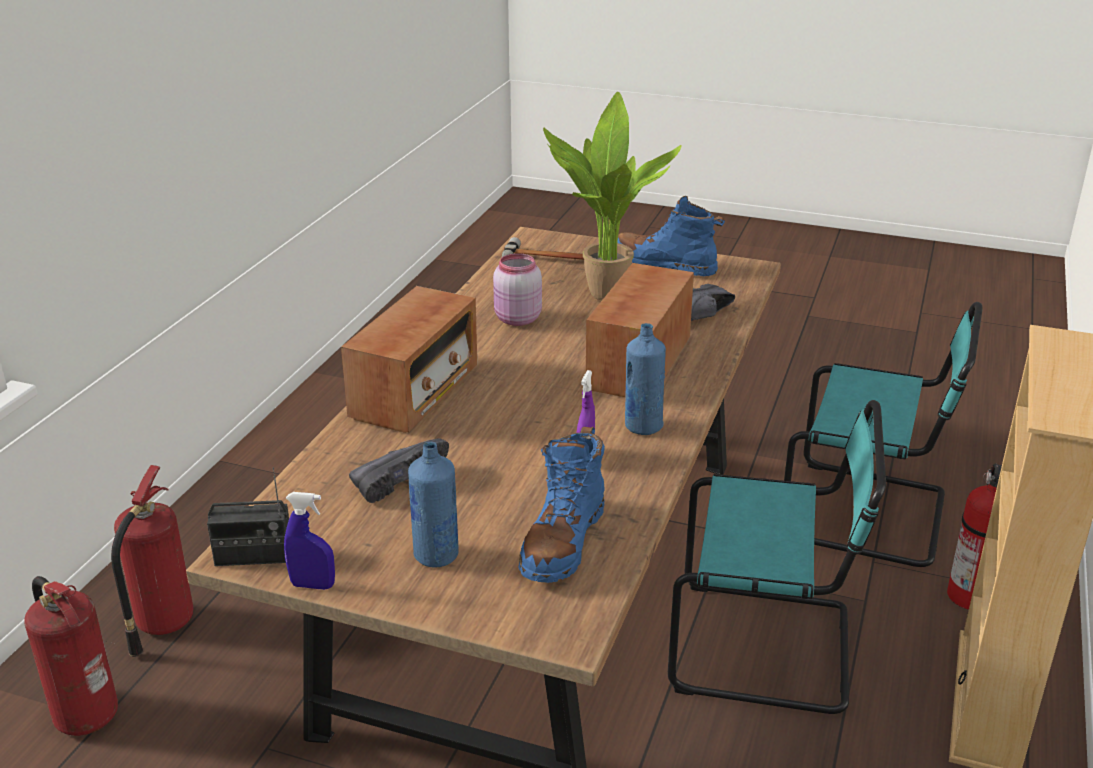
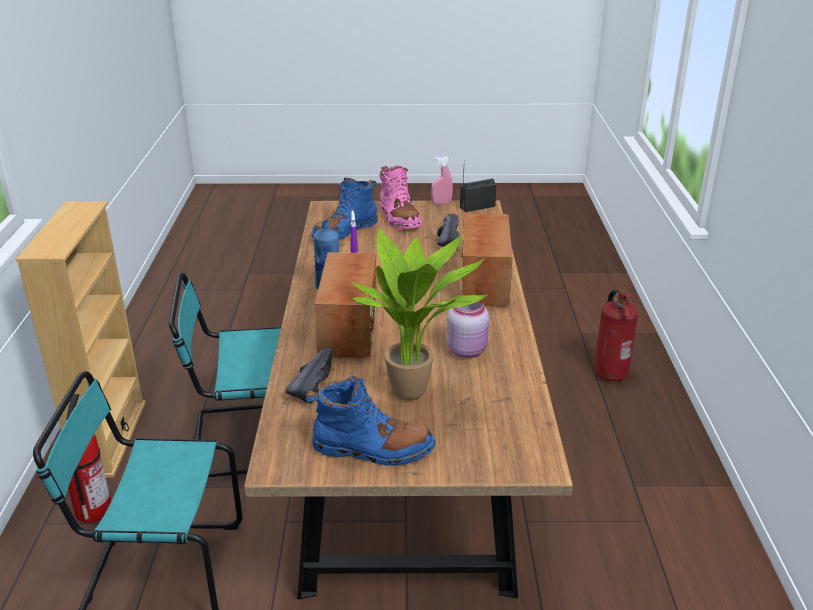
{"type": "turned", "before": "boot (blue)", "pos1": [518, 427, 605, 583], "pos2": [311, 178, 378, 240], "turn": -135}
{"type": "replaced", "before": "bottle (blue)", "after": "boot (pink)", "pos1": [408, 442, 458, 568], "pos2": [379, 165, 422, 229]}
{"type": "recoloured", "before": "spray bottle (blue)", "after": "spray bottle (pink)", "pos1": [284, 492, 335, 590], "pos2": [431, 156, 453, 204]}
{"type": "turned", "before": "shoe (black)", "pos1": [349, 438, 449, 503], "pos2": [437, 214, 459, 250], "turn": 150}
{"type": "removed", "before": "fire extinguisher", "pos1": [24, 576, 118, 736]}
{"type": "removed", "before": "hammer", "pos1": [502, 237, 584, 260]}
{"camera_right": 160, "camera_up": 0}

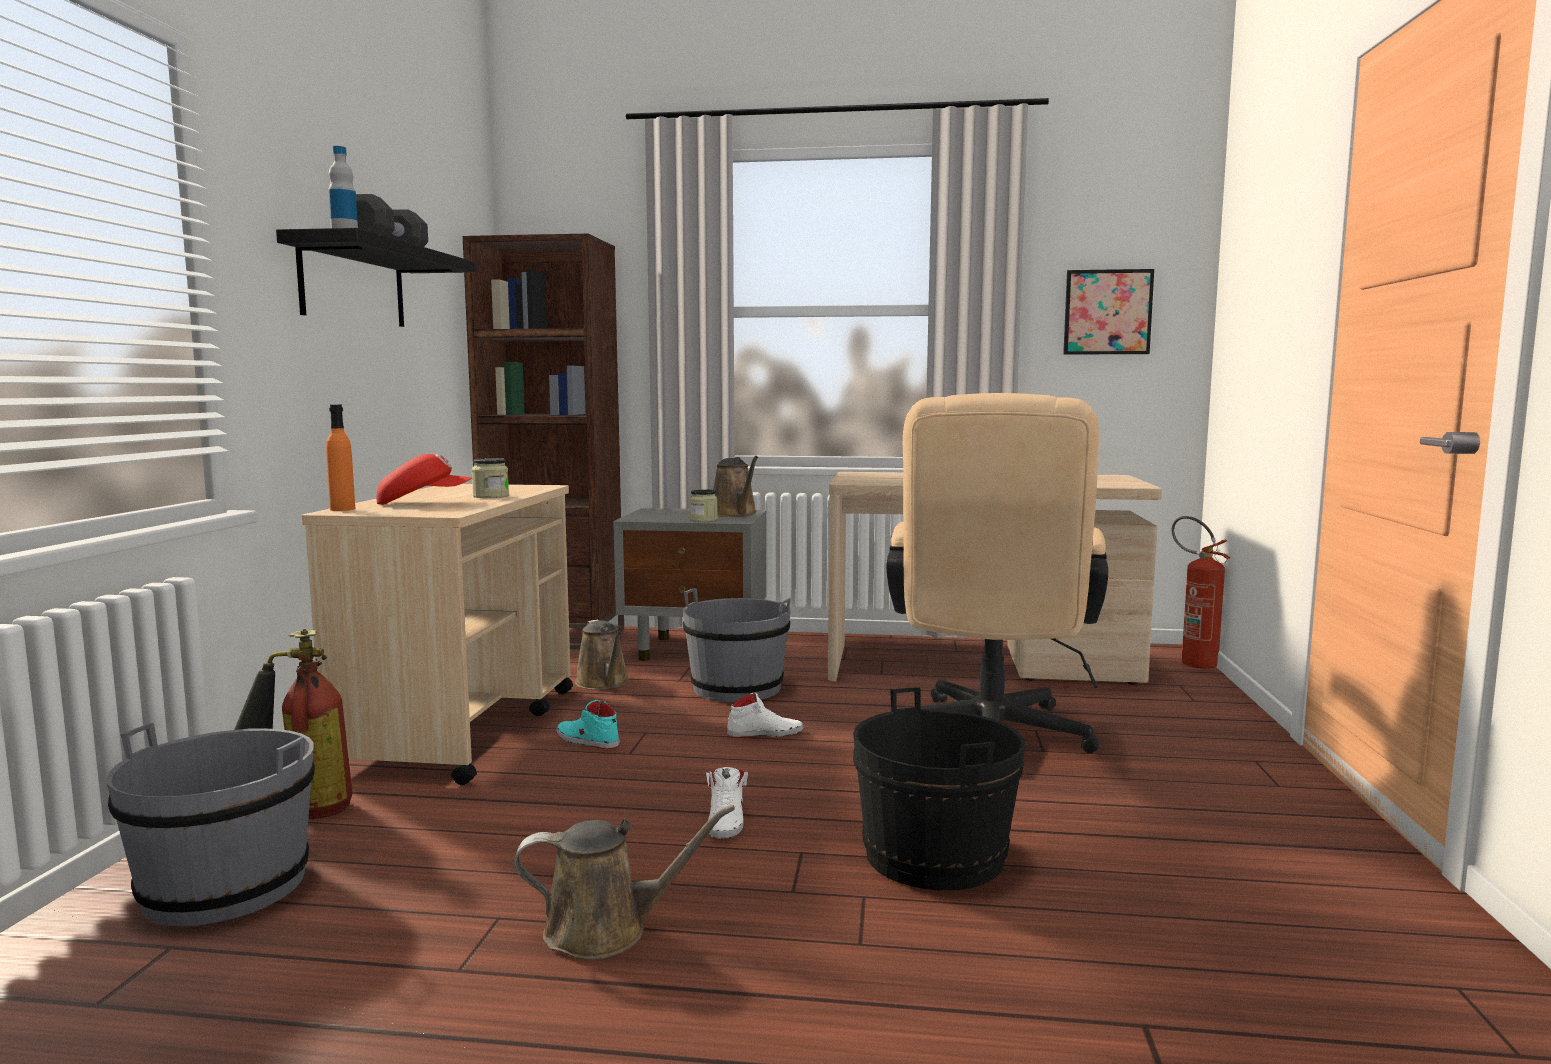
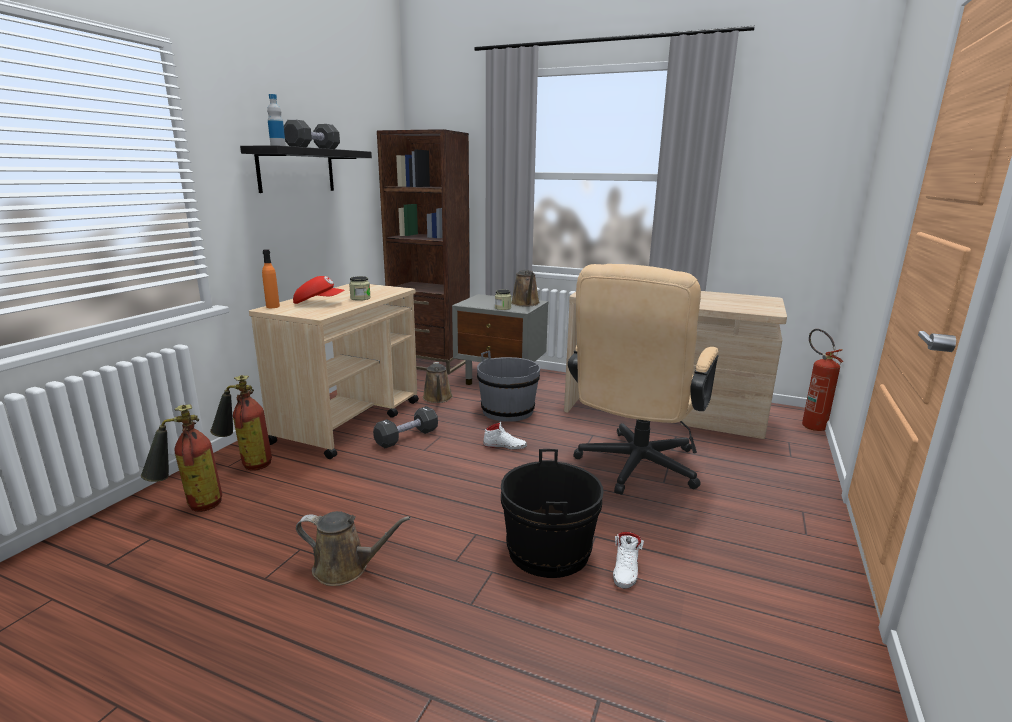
{"type": "replaced", "before": "bucket (grey)", "after": "fire extinguisher", "pos1": [106, 723, 315, 926], "pos2": [141, 404, 222, 512]}
{"type": "replaced", "before": "shoe (turquoise)", "after": "dumbbell (black)", "pos1": [557, 700, 620, 749], "pos2": [373, 406, 438, 448]}
{"type": "moved", "before": "shoe (white)", "pos1": [706, 767, 748, 839], "pos2": [613, 532, 644, 589]}
{"type": "removed", "before": "picture", "pos1": [1063, 269, 1154, 355]}
{"camera_right": 15, "camera_up": 10}

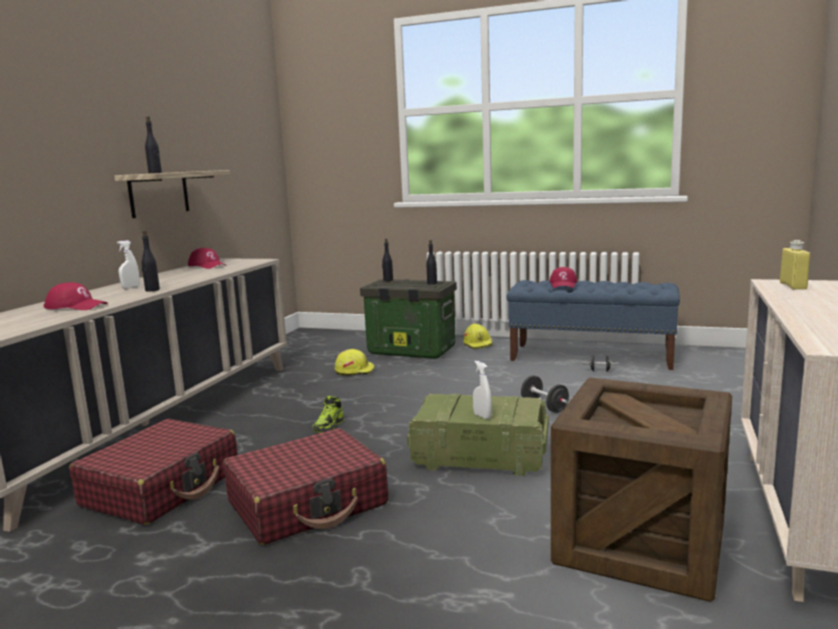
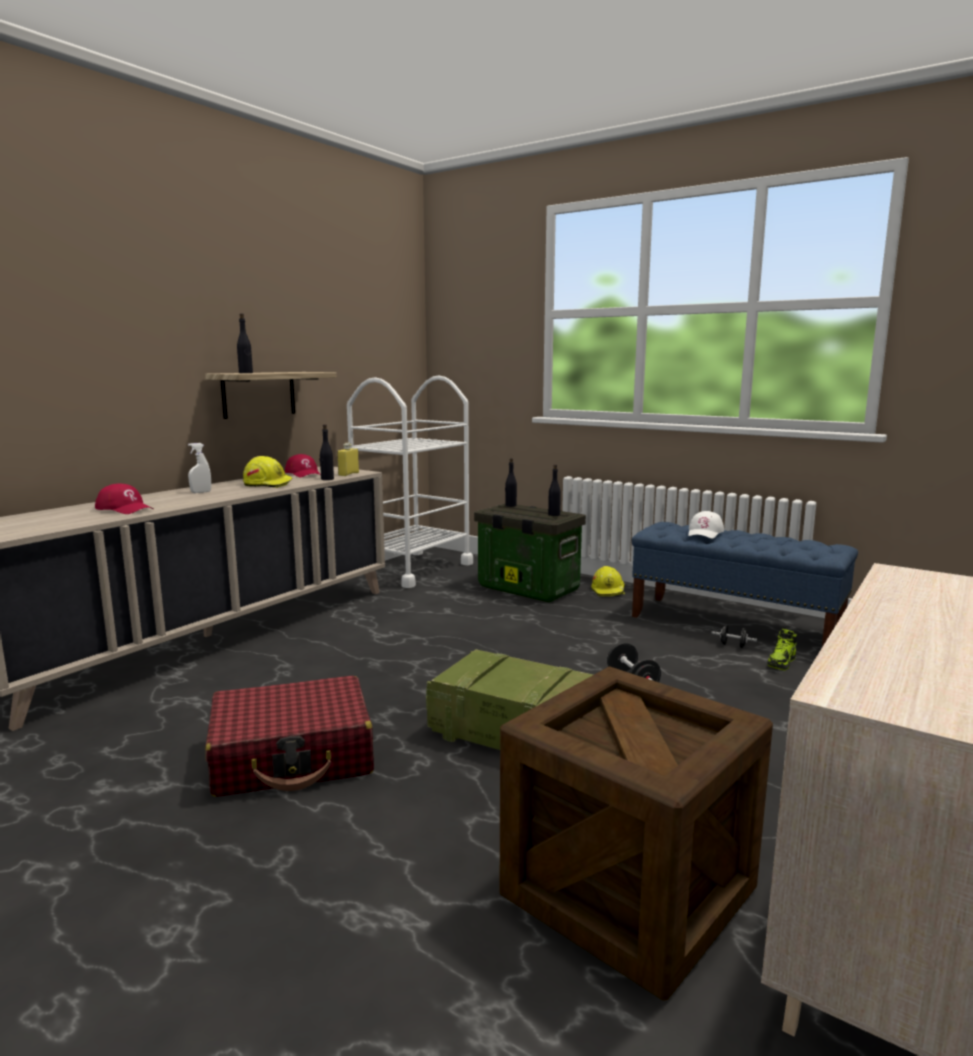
{"type": "moved", "before": "hard hat (yellow)", "pos1": [335, 349, 375, 375], "pos2": [243, 456, 293, 488]}
{"type": "moved", "before": "bottle (black)", "pos1": [142, 230, 160, 292], "pos2": [320, 424, 334, 480]}
{"type": "moved", "before": "bottle (yellow)", "pos1": [780, 240, 810, 290], "pos2": [337, 443, 359, 476]}
{"type": "added", "after": "cart (white)", "pos2": [347, 376, 473, 588]}
{"type": "recoloured", "before": "cap (red)", "after": "cap (white)", "pos1": [549, 267, 578, 288], "pos2": [688, 511, 724, 539]}
{"type": "moved", "before": "shoe", "pos1": [313, 396, 344, 433], "pos2": [767, 629, 797, 670]}
{"type": "removed", "before": "suitcase (red)", "pos1": [69, 419, 238, 525]}
{"type": "removed", "before": "spray bottle (white)", "pos1": [473, 361, 492, 419]}
{"camera_right": 15, "camera_up": 0}

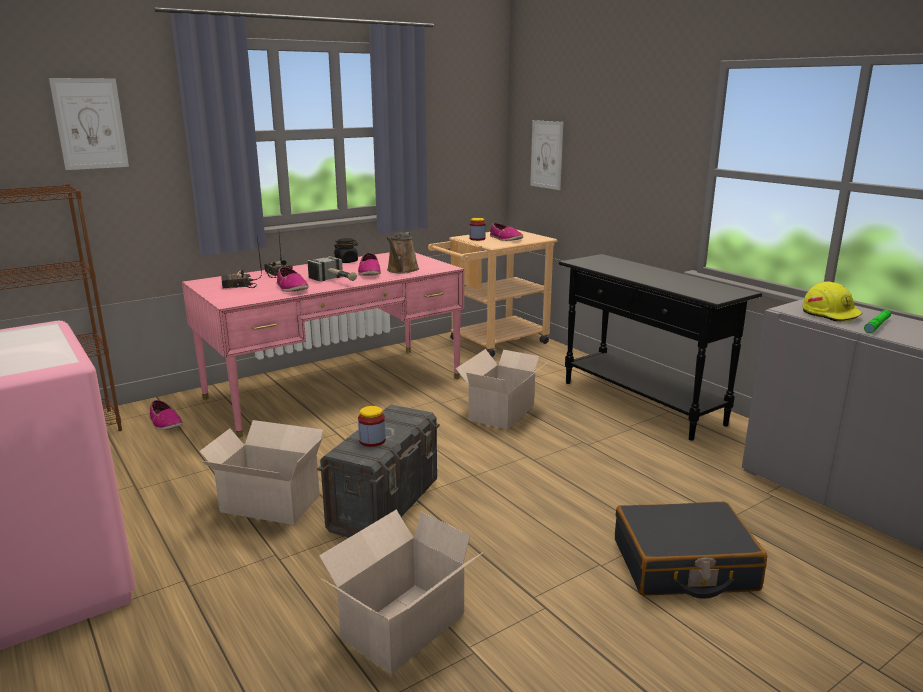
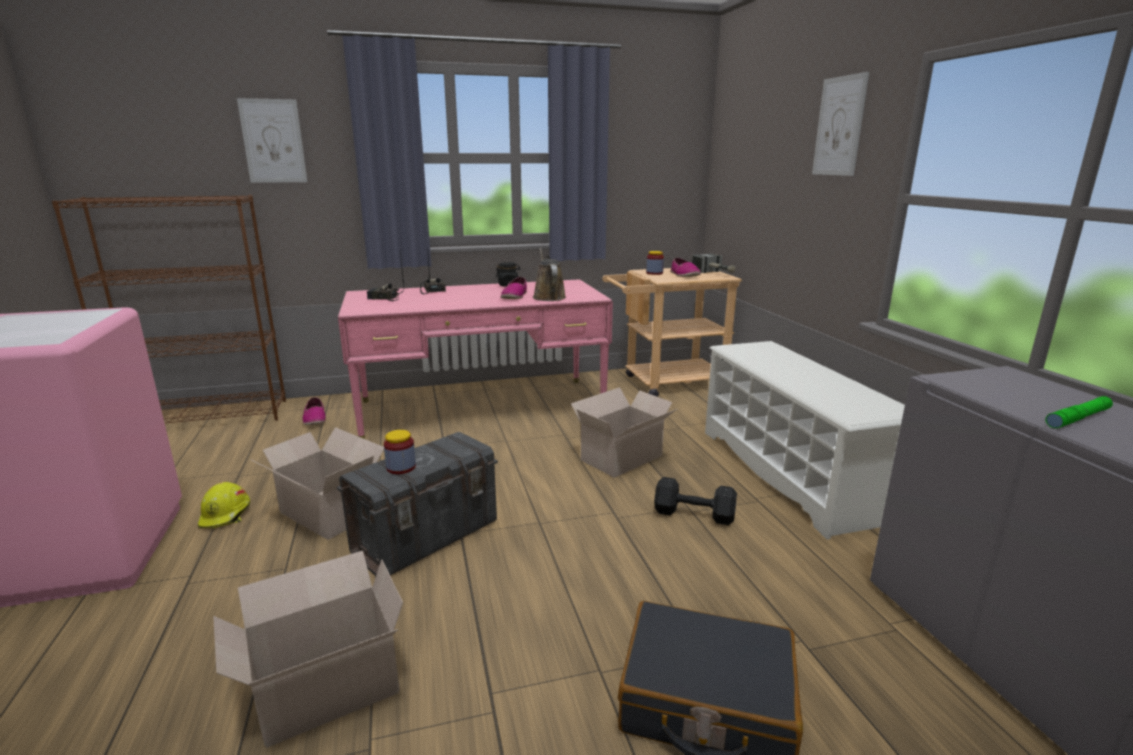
{"type": "moved", "before": "hard hat (yellow)", "pos1": [803, 281, 863, 322], "pos2": [198, 482, 250, 528]}
{"type": "turned", "before": "watering can (brown)", "pos1": [387, 232, 419, 274], "pos2": [533, 248, 566, 301], "turn": 135}
{"type": "added", "after": "dumbbell (black)", "pos2": [654, 477, 737, 525]}
{"type": "moved", "before": "hammer", "pos1": [307, 256, 357, 282], "pos2": [692, 253, 736, 273]}
{"type": "replaced", "before": "console table (black)", "after": "shoe rack (white)", "pos1": [559, 254, 762, 441], "pos2": [705, 341, 905, 540]}
{"type": "moved", "before": "picture", "pos1": [530, 120, 563, 190], "pos2": [812, 72, 869, 176]}
{"type": "removed", "before": "shoe", "pos1": [277, 267, 309, 292]}
{"camera_right": 20, "camera_up": 0}

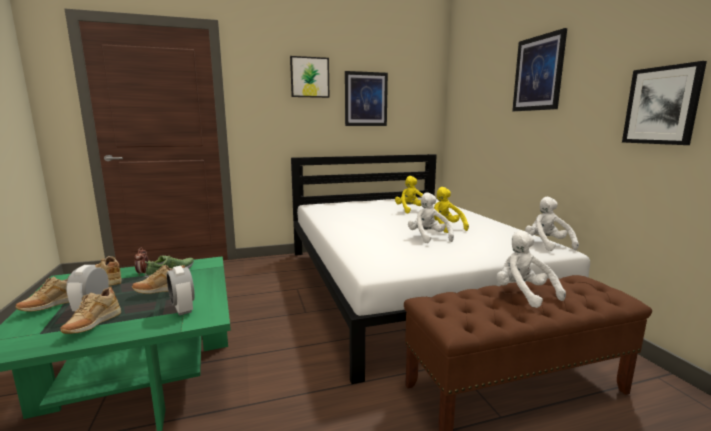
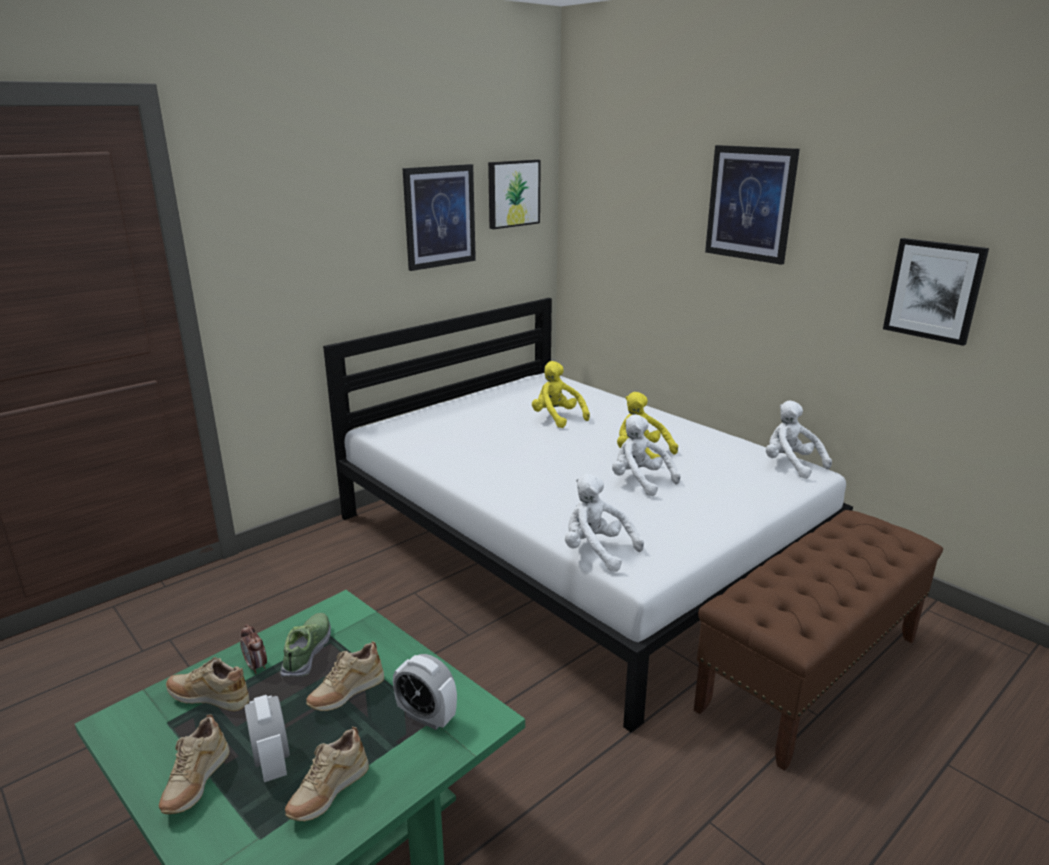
{"type": "turned", "before": "shoe (beige)", "pos1": [60, 287, 121, 334], "pos2": [285, 727, 369, 822], "turn": 45}
{"type": "moved", "before": "picture", "pos1": [290, 56, 329, 98], "pos2": [488, 159, 541, 229]}
{"type": "moved", "before": "plush toy (white)", "pos1": [496, 230, 566, 308], "pos2": [565, 474, 644, 572]}
{"camera_right": -25, "camera_up": 10}

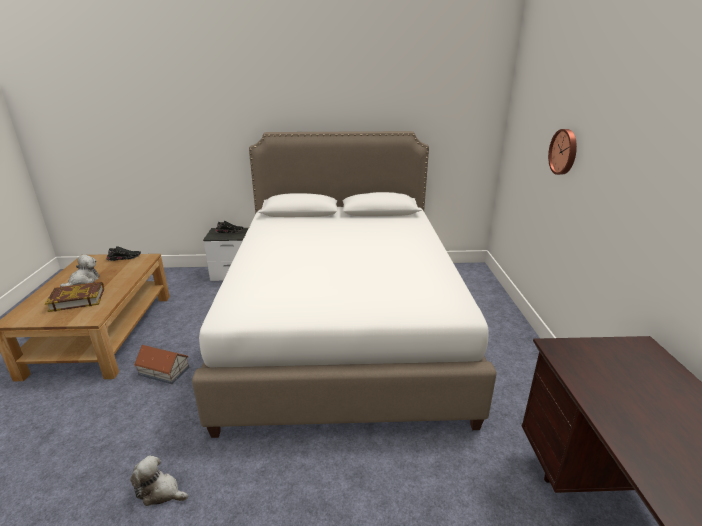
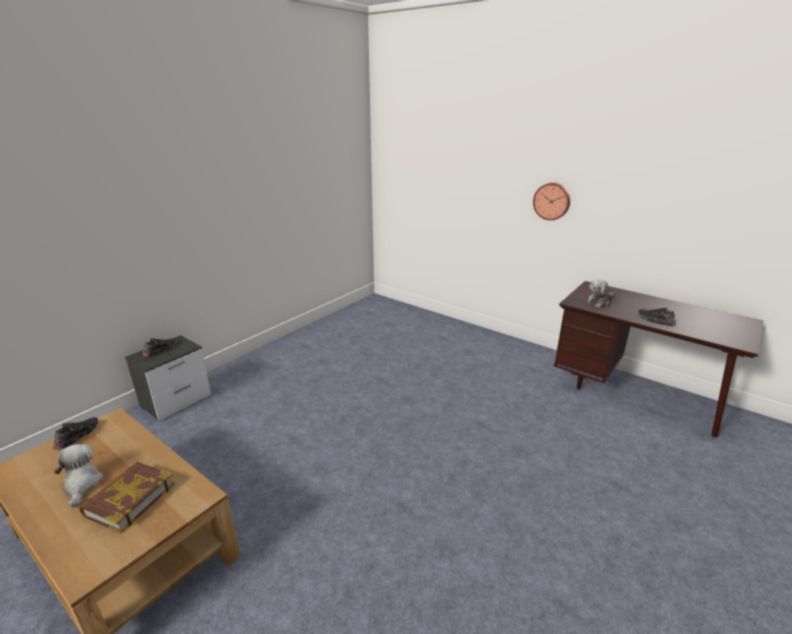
{"type": "moved", "before": "wall clock", "pos1": [548, 129, 577, 175], "pos2": [533, 183, 570, 220]}
{"type": "moved", "before": "plush toy", "pos1": [130, 456, 188, 506], "pos2": [588, 279, 616, 308]}
{"type": "added", "after": "shoe (black)", "pos2": [639, 308, 676, 326]}
{"type": "removed", "before": "toy house", "pos1": [134, 345, 189, 384]}
{"type": "removed", "before": "bed (white)", "pos1": [192, 131, 497, 438]}
{"camera_right": -50, "camera_up": 0}

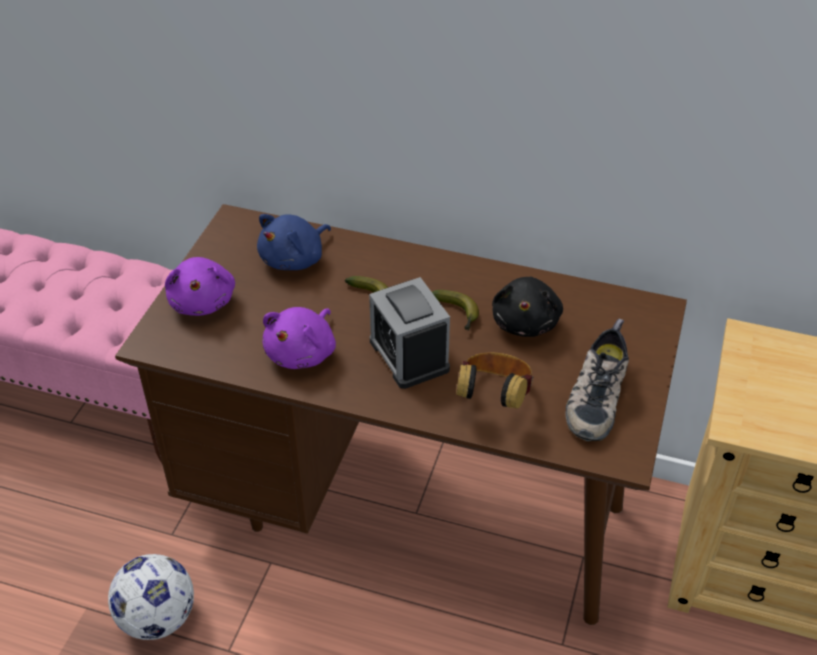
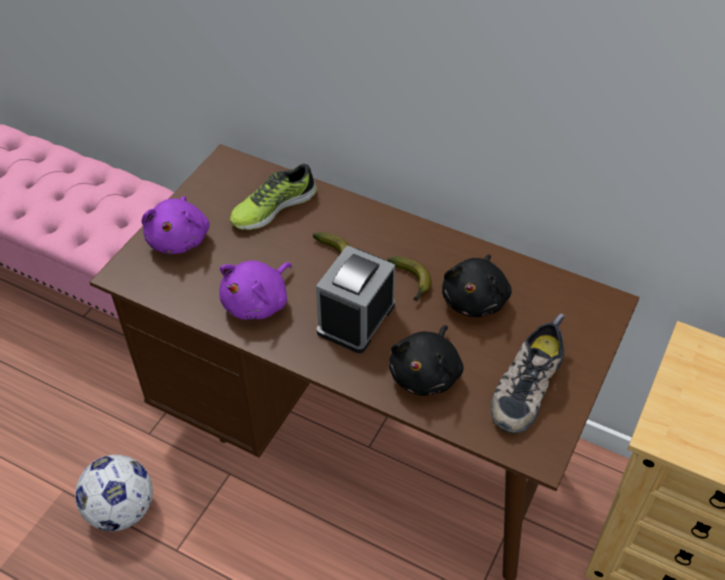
{"type": "replaced", "before": "plush toy (blue)", "after": "shoe", "pos1": [257, 214, 331, 270], "pos2": [230, 164, 317, 230]}
{"type": "turned", "before": "alarm clock", "pos1": [369, 277, 450, 389], "pos2": [316, 245, 395, 353], "turn": 45}
{"type": "replaced", "before": "headphones", "after": "plush toy (black)", "pos1": [456, 353, 533, 409], "pos2": [389, 325, 463, 396]}
{"camera_right": 10, "camera_up": 5}

